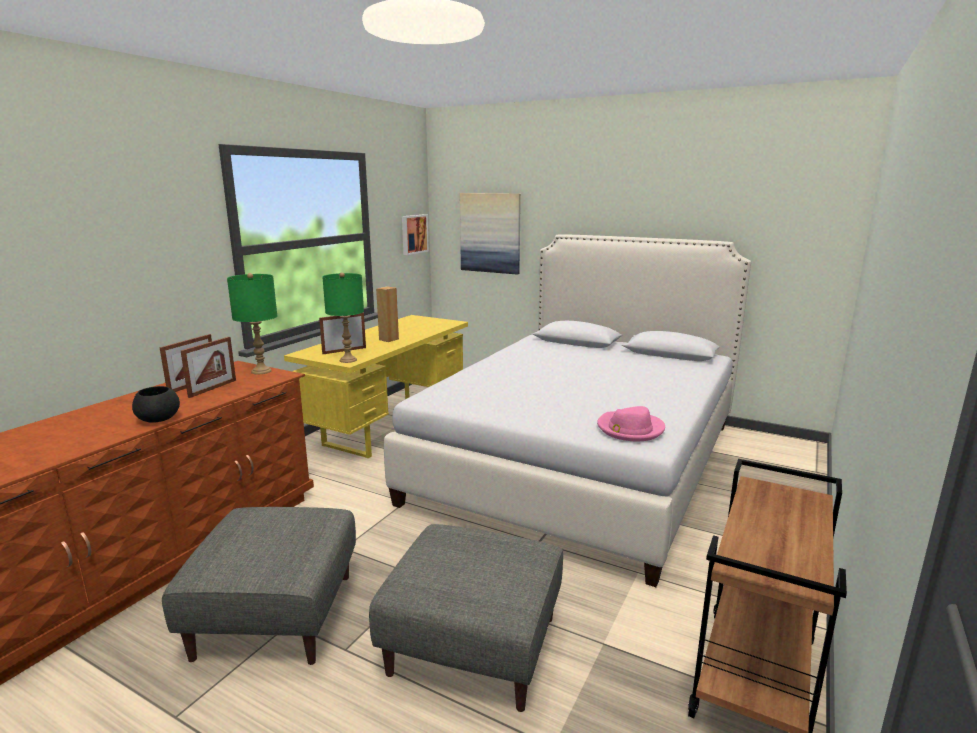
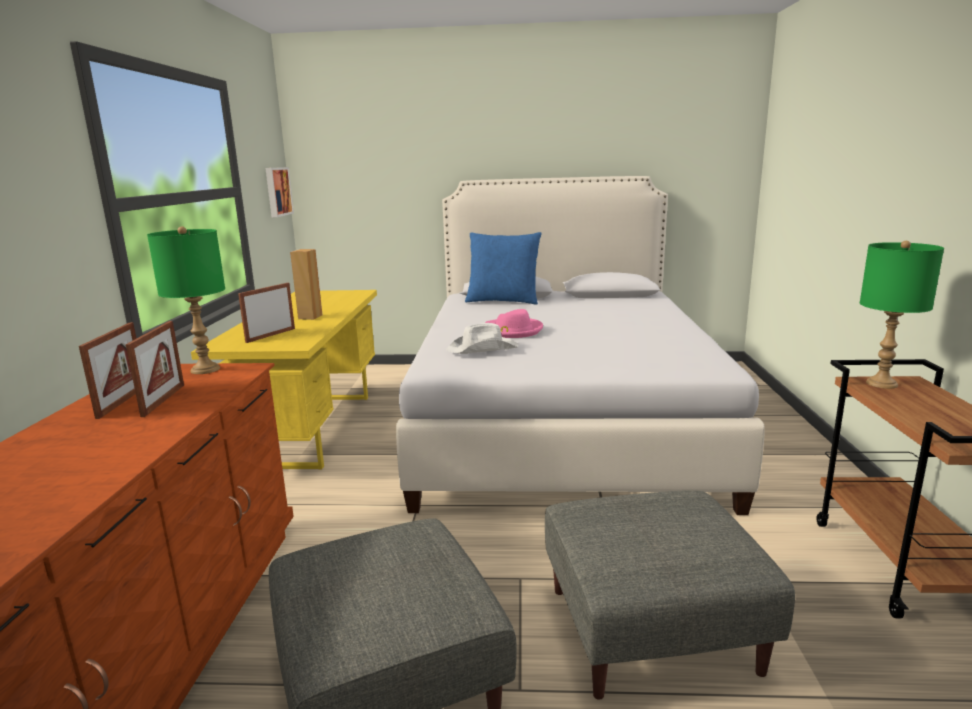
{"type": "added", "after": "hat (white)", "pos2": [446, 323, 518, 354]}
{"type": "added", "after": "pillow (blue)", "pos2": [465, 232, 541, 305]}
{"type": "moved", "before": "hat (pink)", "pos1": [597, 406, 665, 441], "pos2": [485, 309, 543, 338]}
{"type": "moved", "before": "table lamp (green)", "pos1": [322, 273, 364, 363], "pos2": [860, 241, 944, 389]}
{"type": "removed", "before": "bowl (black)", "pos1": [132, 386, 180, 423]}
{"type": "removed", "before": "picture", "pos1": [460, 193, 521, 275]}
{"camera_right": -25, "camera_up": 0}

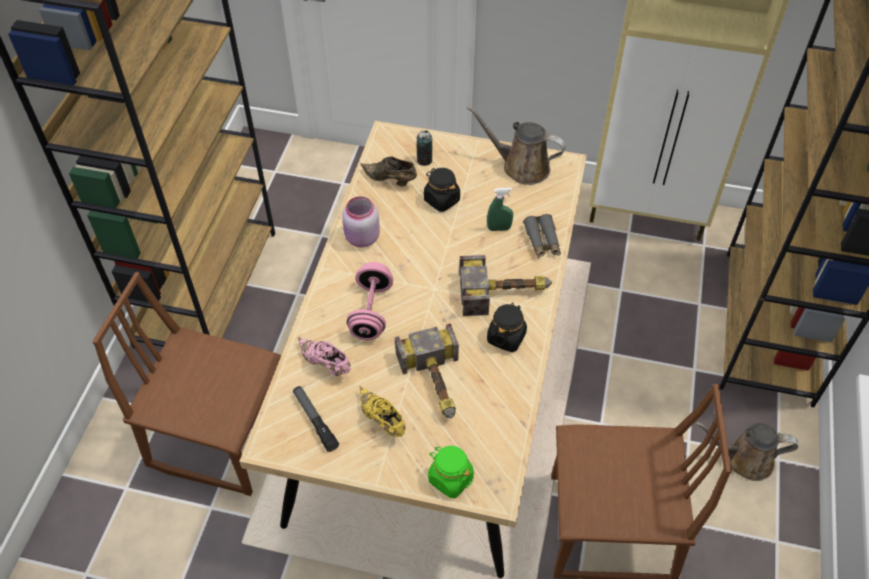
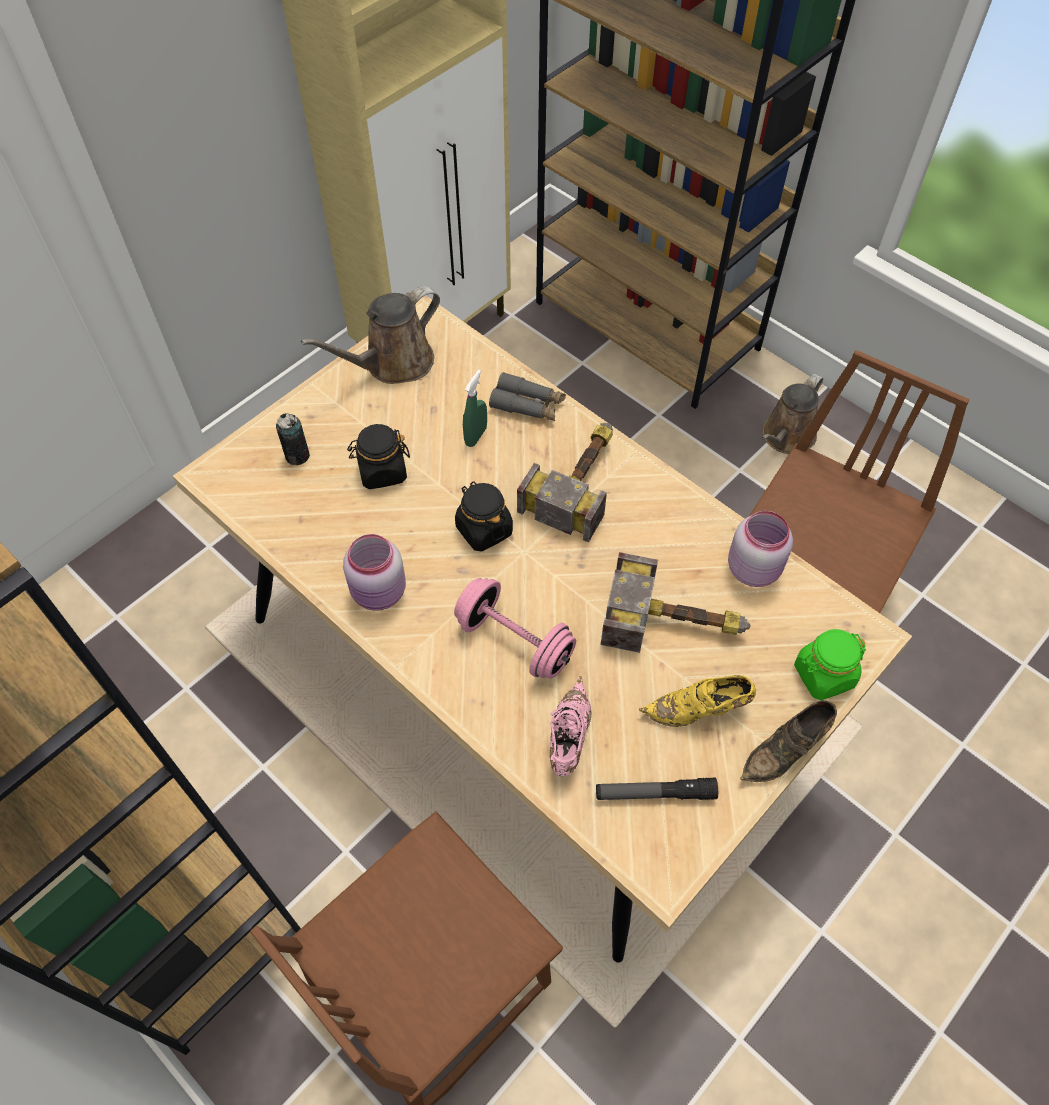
{"type": "moved", "before": "jar (black)", "pos1": [487, 303, 527, 352], "pos2": [455, 481, 513, 552]}
{"type": "turned", "before": "shoe (pink)", "pos1": [297, 337, 351, 376], "pos2": [550, 676, 592, 776], "turn": 120}
{"type": "added", "after": "jar (pink)", "pos2": [728, 511, 793, 587]}
{"type": "moved", "before": "shoe (brown)", "pos1": [360, 156, 417, 186], "pos2": [740, 700, 837, 782]}
{"camera_right": -60, "camera_up": 5}

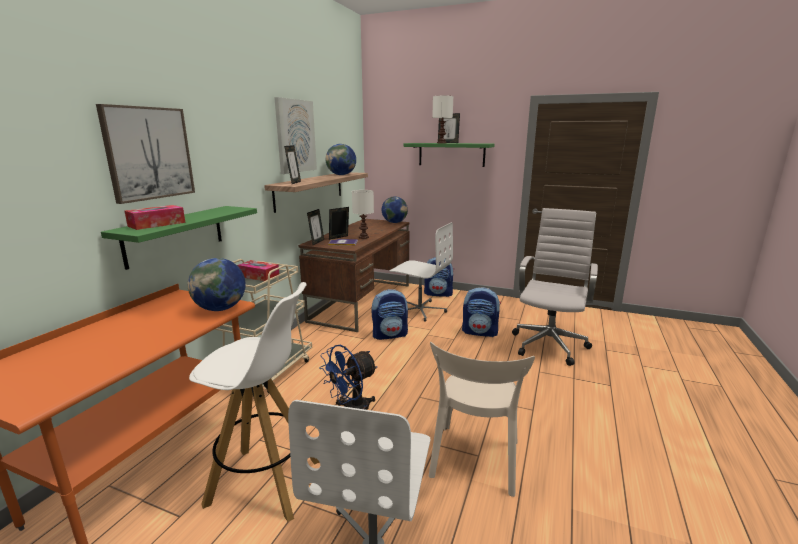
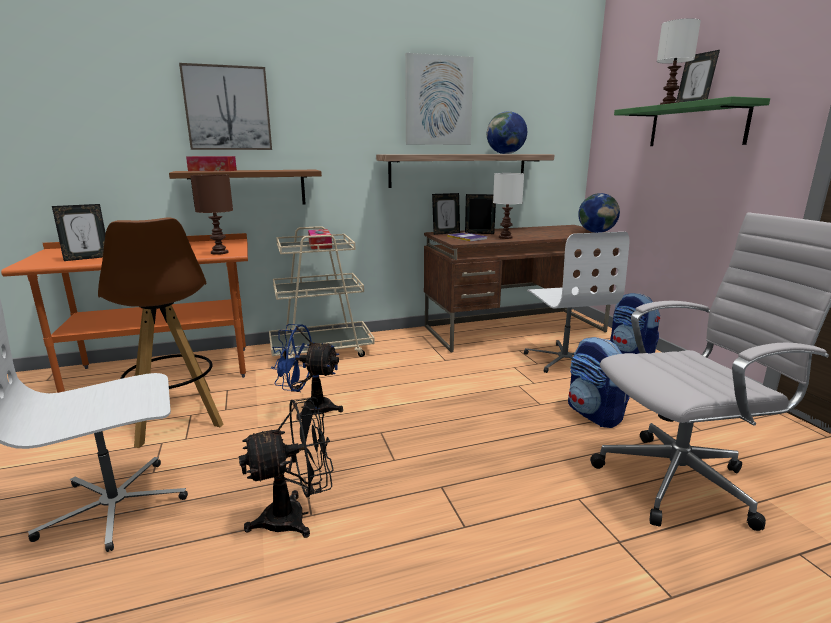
{"type": "moved", "before": "picture frame", "pos1": [284, 145, 301, 184], "pos2": [52, 204, 106, 261]}
{"type": "recoloured", "before": "stool (white)", "after": "stool (brown)", "pos1": [189, 282, 320, 522], "pos2": [98, 217, 224, 448]}
{"type": "recoloured", "before": "shelf (green)", "after": "shelf (brown)", "pos1": [101, 206, 257, 270], "pos2": [169, 170, 322, 207]}
{"type": "replaced", "before": "globe", "after": "table lamp (brown)", "pos1": [188, 258, 246, 311], "pos2": [190, 174, 233, 255]}
{"type": "replaced", "before": "chair (beige)", "after": "fan (black)", "pos1": [429, 342, 535, 497], "pos2": [239, 397, 334, 538]}
{"type": "removed", "before": "backpack", "pos1": [372, 289, 408, 340]}
{"camera_right": 50, "camera_up": 0}

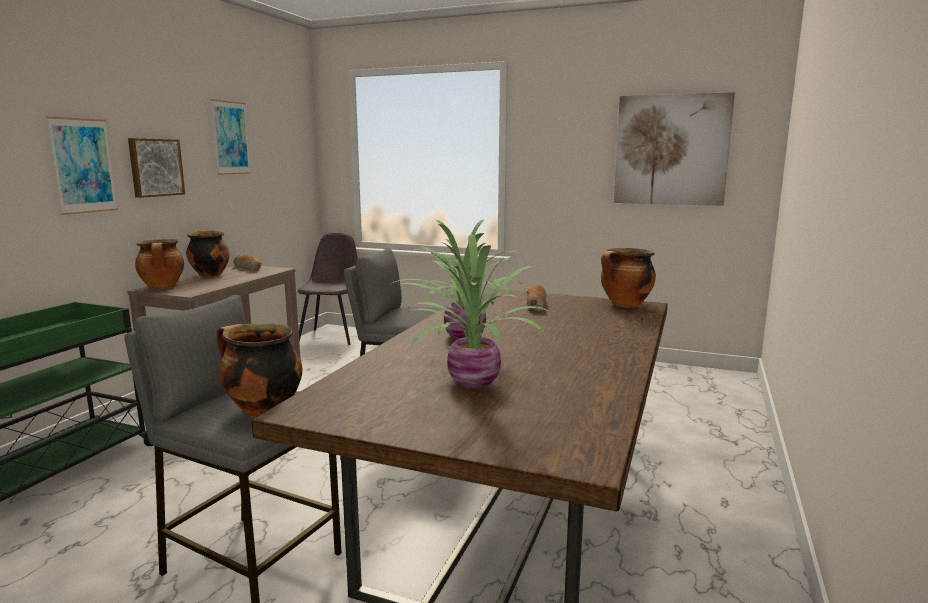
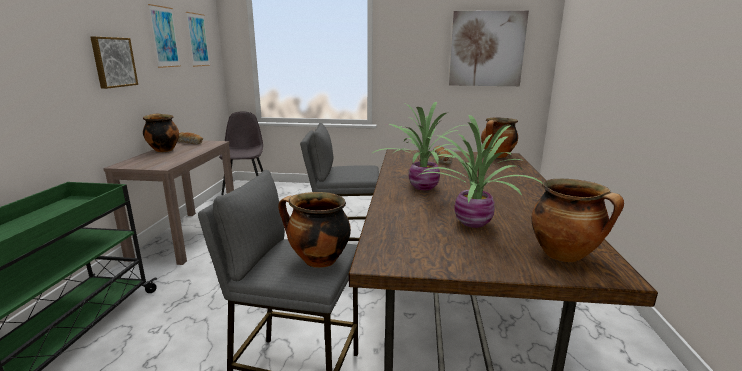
{"type": "moved", "before": "picture", "pos1": [46, 116, 118, 215], "pos2": [186, 12, 210, 67]}
{"type": "moved", "before": "cooking pot", "pos1": [135, 239, 184, 289], "pos2": [532, 179, 624, 262]}
{"camera_right": -15, "camera_up": 5}

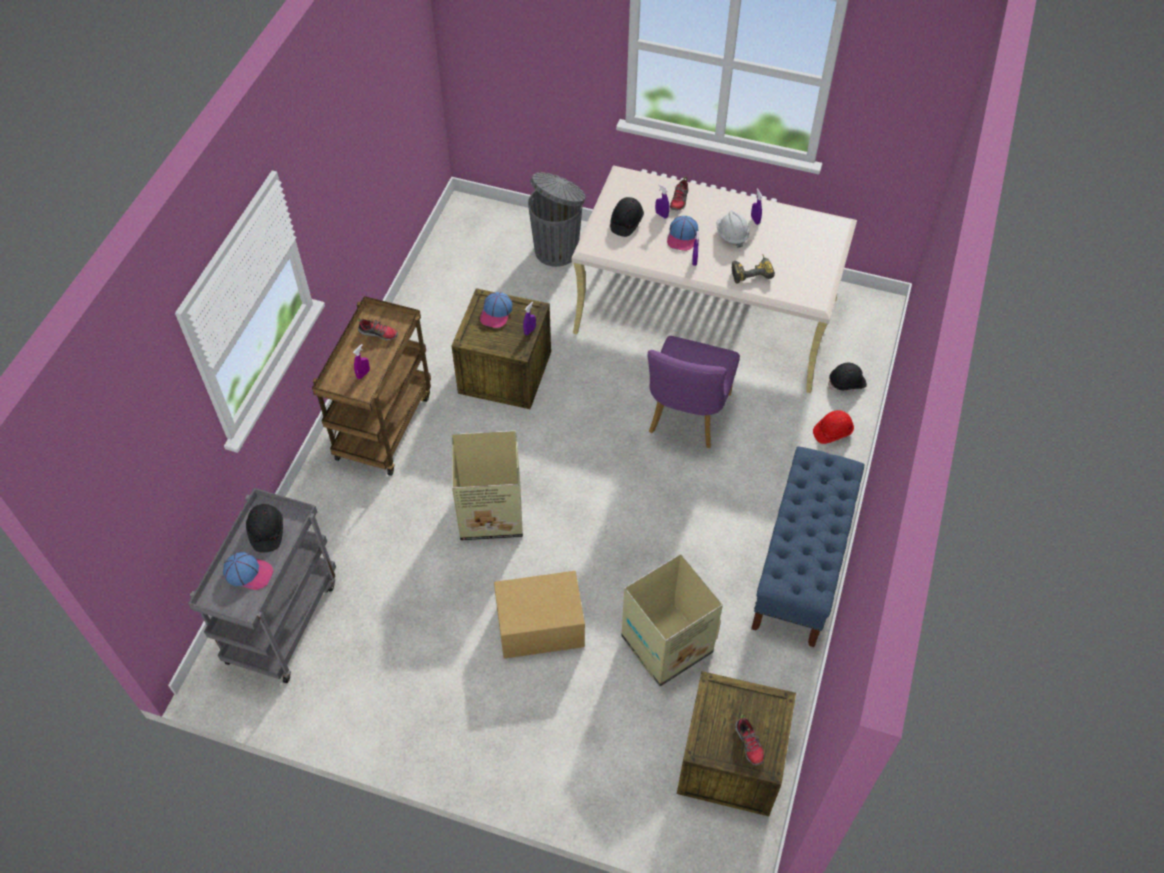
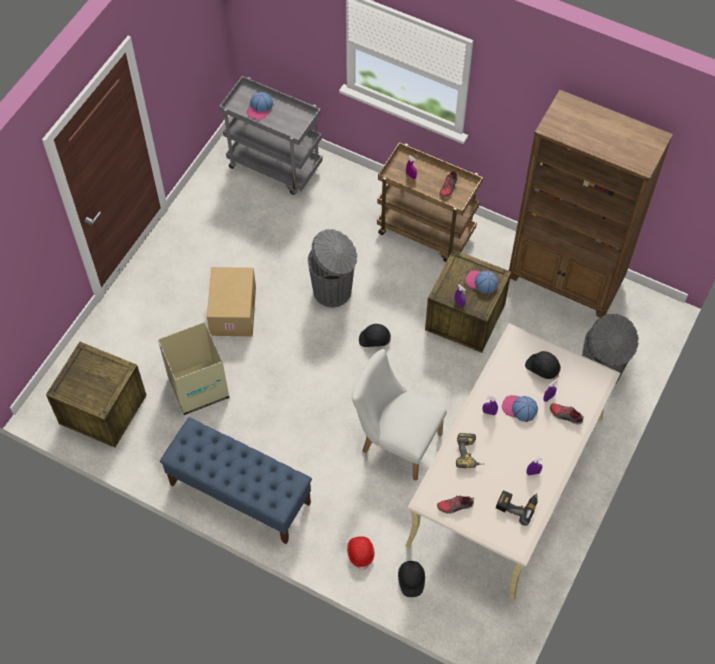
{"type": "replaced", "before": "cardboard box", "after": "trash can (grey)", "pos1": [451, 430, 523, 541], "pos2": [308, 229, 357, 307]}
{"type": "recoloured", "before": "chair (purple)", "after": "chair (white)", "pos1": [647, 336, 740, 448], "pos2": [352, 349, 447, 481]}
{"type": "moved", "before": "hard hat (black)", "pos1": [246, 504, 283, 553], "pos2": [359, 324, 391, 347]}
{"type": "moved", "before": "shoe", "pos1": [735, 714, 764, 766], "pos2": [437, 496, 474, 514]}
{"type": "added", "after": "power drill", "pos2": [496, 490, 537, 526]}
{"type": "added", "after": "bookcase (brown)", "pos2": [509, 90, 673, 318]}
{"type": "removed", "before": "hard hat (white)", "pos1": [716, 210, 749, 248]}
{"camera_right": 100, "camera_up": 5}

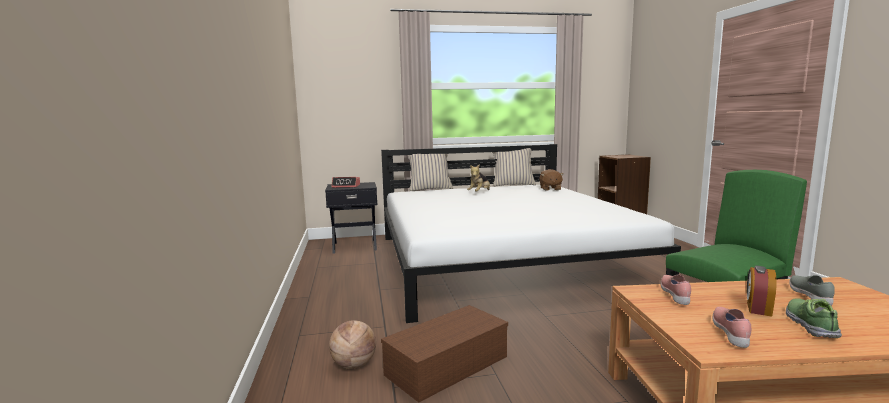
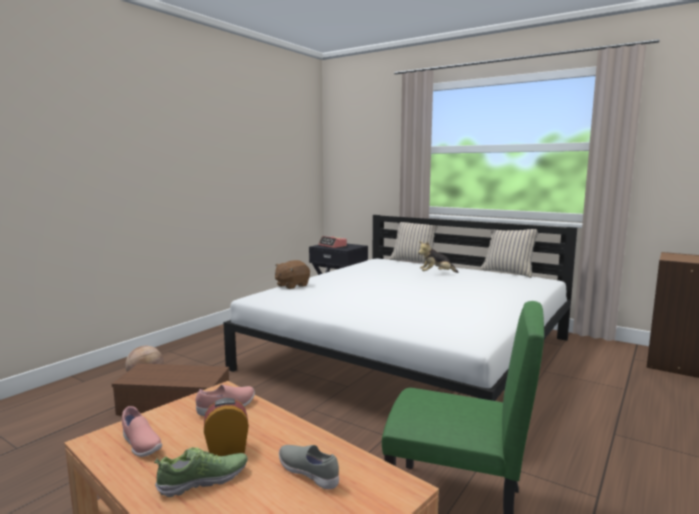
{"type": "turned", "before": "shoe (pink)", "pos1": [713, 307, 751, 348], "pos2": [122, 406, 162, 457], "turn": 75}
{"type": "moved", "before": "plush toy (brown)", "pos1": [539, 169, 564, 190], "pos2": [275, 260, 310, 289]}
{"type": "turned", "before": "shoe (grey)", "pos1": [789, 275, 835, 306], "pos2": [279, 445, 339, 489], "turn": -105}
{"camera_right": 45, "camera_up": 0}

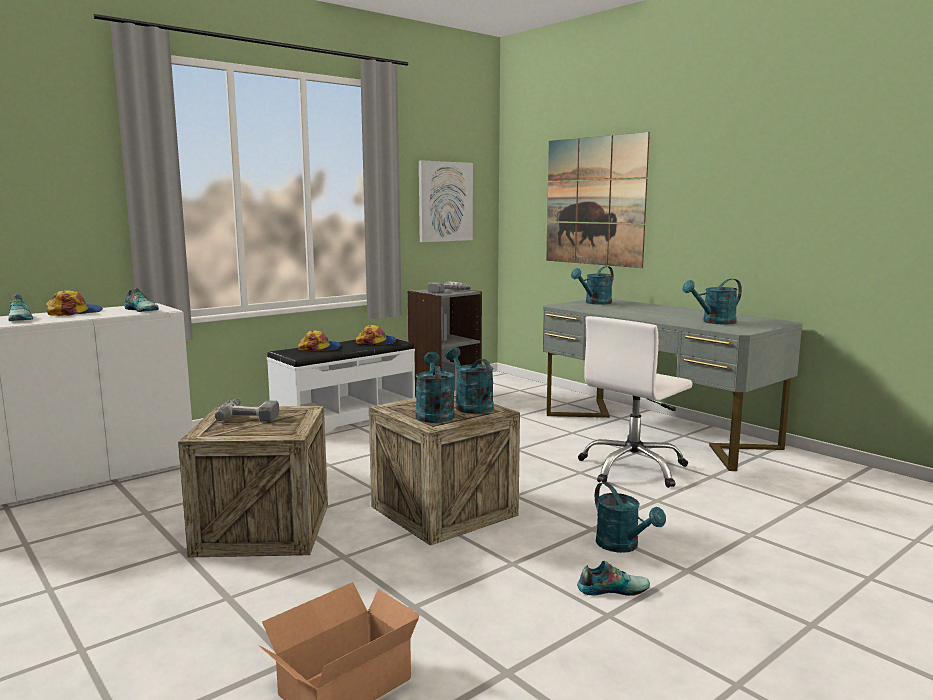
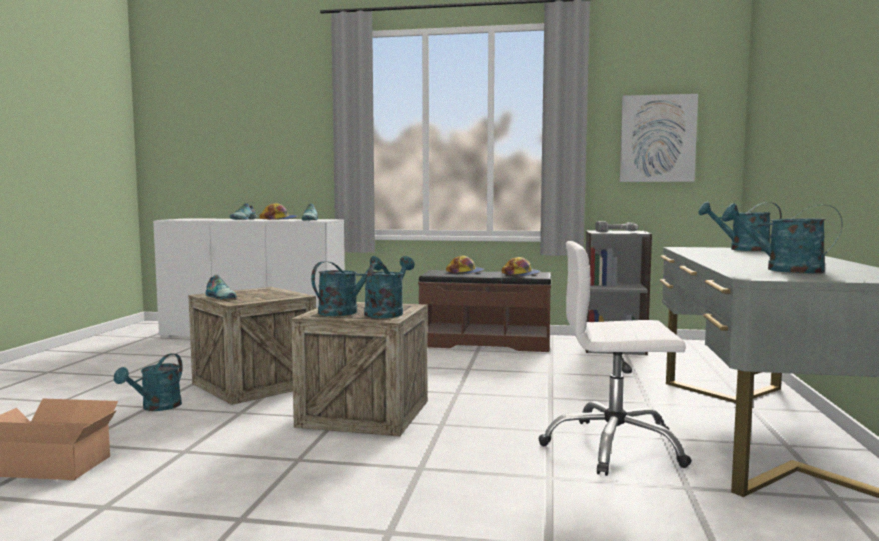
{"type": "moved", "before": "watering can (turquoise)", "pos1": [595, 482, 666, 553], "pos2": [114, 353, 183, 411]}
{"type": "moved", "before": "shoe", "pos1": [577, 561, 650, 596], "pos2": [205, 275, 237, 299]}
{"type": "recoloured", "before": "bench (white)", "after": "bench (brown)", "pos1": [267, 339, 415, 433], "pos2": [418, 270, 551, 352]}
{"type": "removed", "before": "power drill", "pos1": [215, 398, 279, 422]}
{"type": "removed", "before": "picture", "pos1": [546, 132, 650, 268]}
{"camera_right": 50, "camera_up": -5}

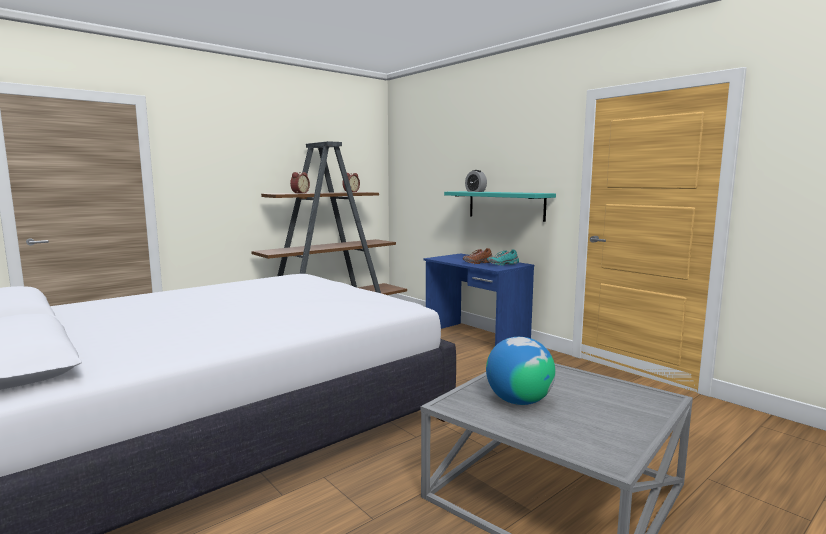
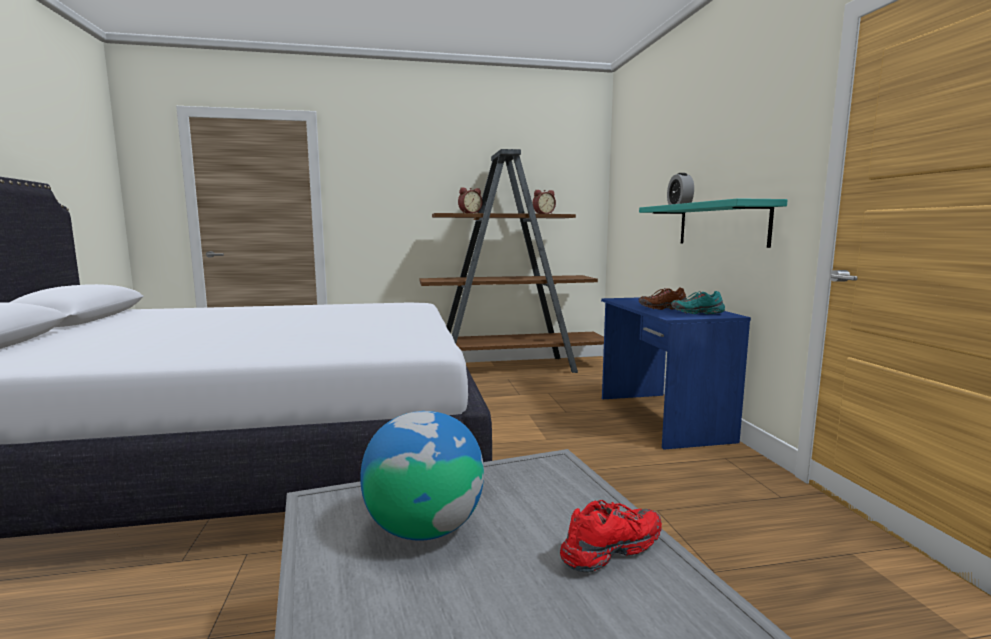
{"type": "added", "after": "shoe (red)", "pos2": [560, 500, 662, 572]}
{"camera_right": 30, "camera_up": 0}

